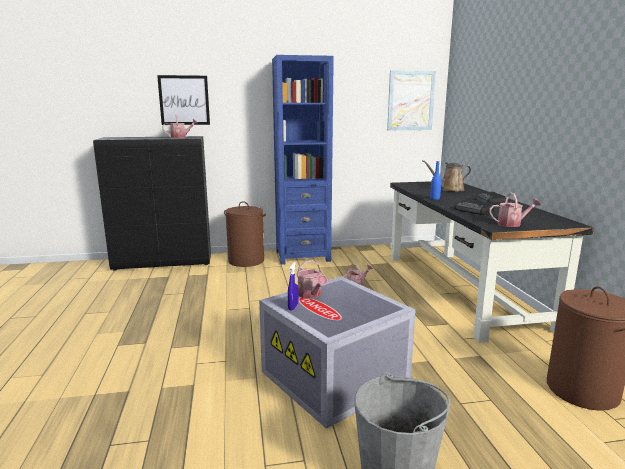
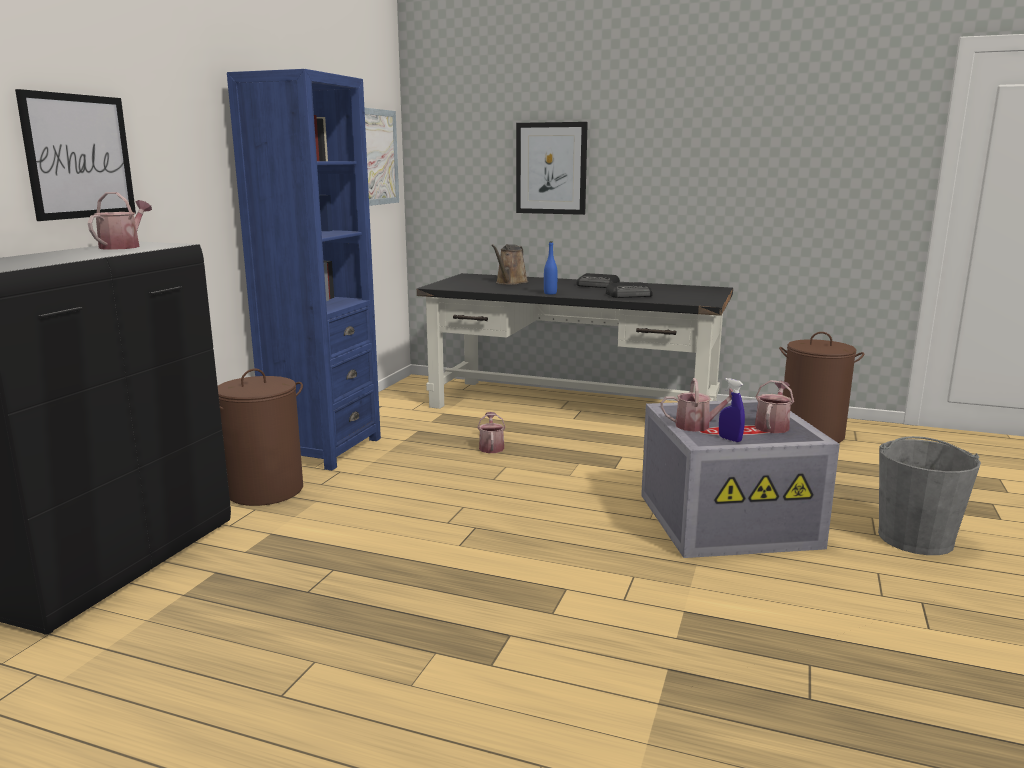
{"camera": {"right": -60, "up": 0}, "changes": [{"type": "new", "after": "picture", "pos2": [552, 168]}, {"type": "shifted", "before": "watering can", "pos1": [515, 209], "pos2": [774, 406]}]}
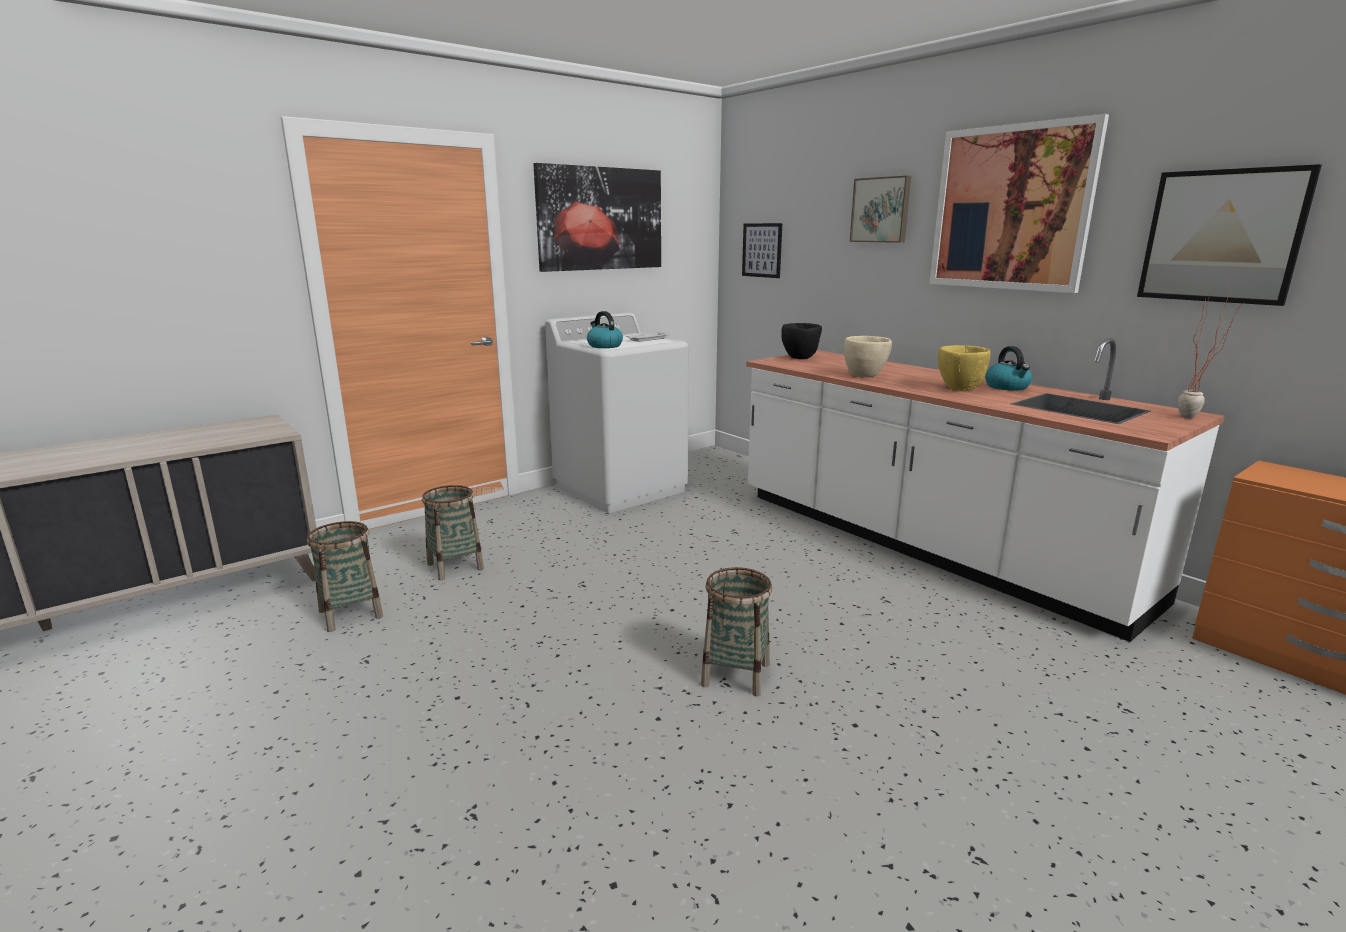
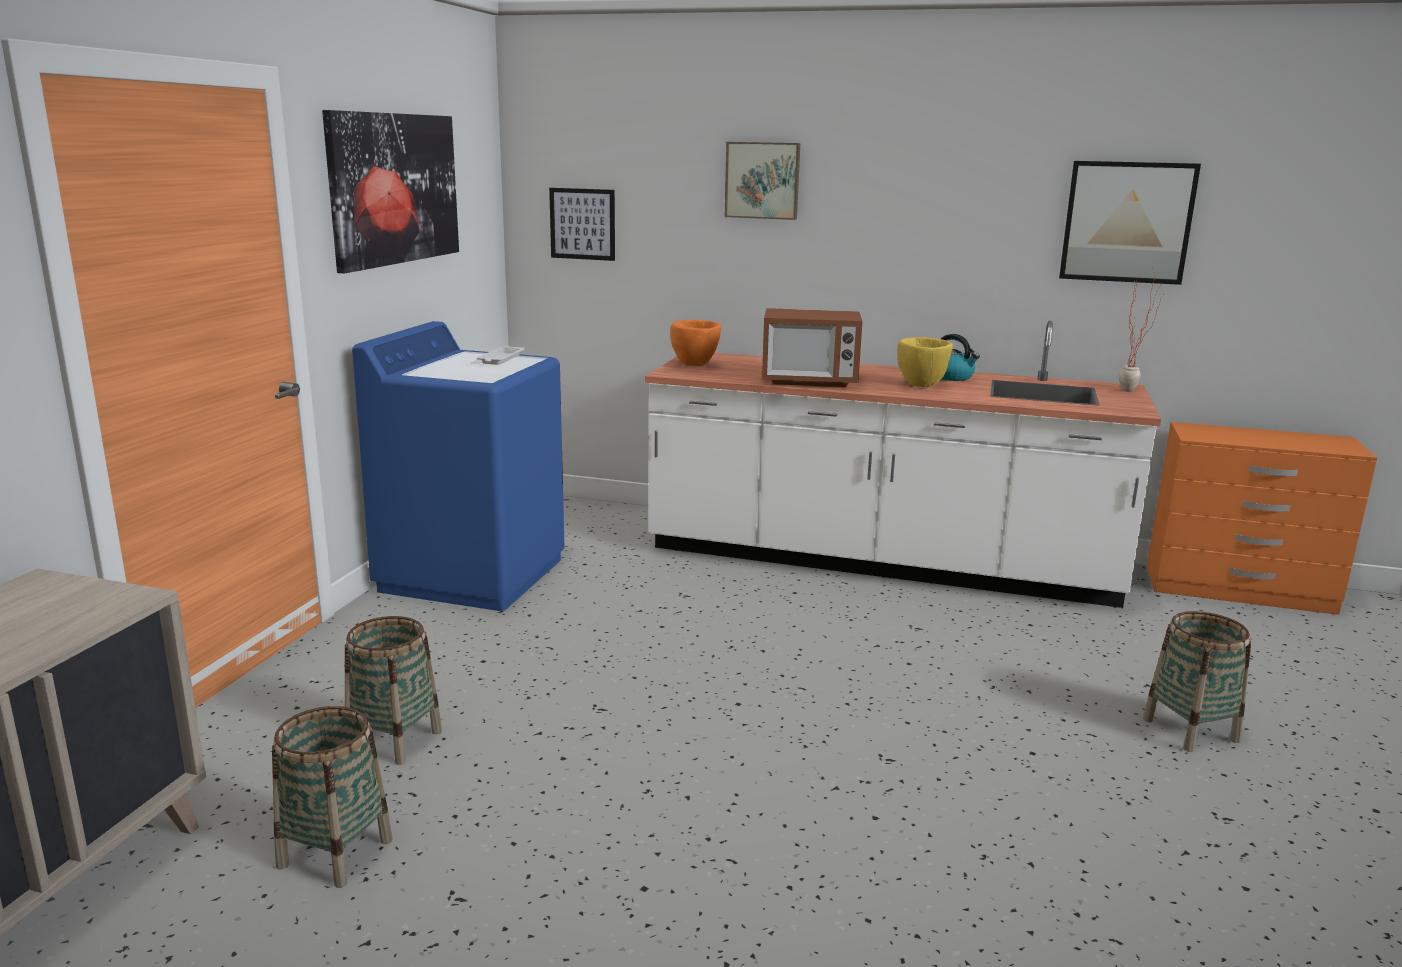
{"camera": {"right": -35, "up": 0}, "changes": [{"type": "gone", "before": "kettle", "pos1": [605, 329]}, {"type": "gone", "before": "picture", "pos1": [1019, 203]}, {"type": "shifted", "before": "basket", "pos1": [736, 631], "pos2": [1197, 681]}, {"type": "swapped", "before": "bowl (beige)", "after": "microwave", "pos1": [868, 356], "pos2": [812, 347]}, {"type": "repainted", "before": "washing machine (white)", "after": "washing machine (blue)", "pos1": [617, 412], "pos2": [458, 466]}, {"type": "repainted", "before": "bowl (black)", "after": "bowl (orange)", "pos1": [801, 341], "pos2": [695, 343]}]}
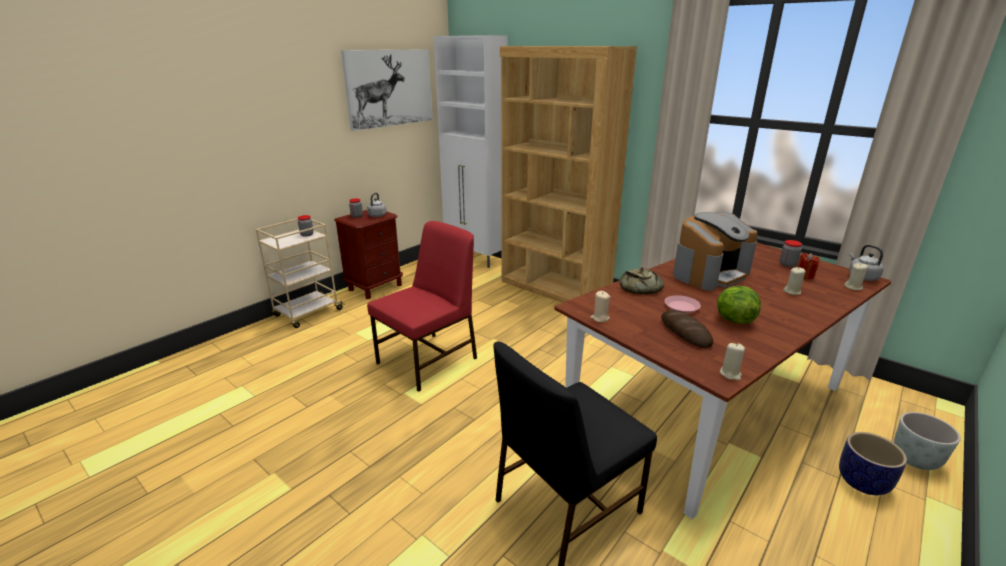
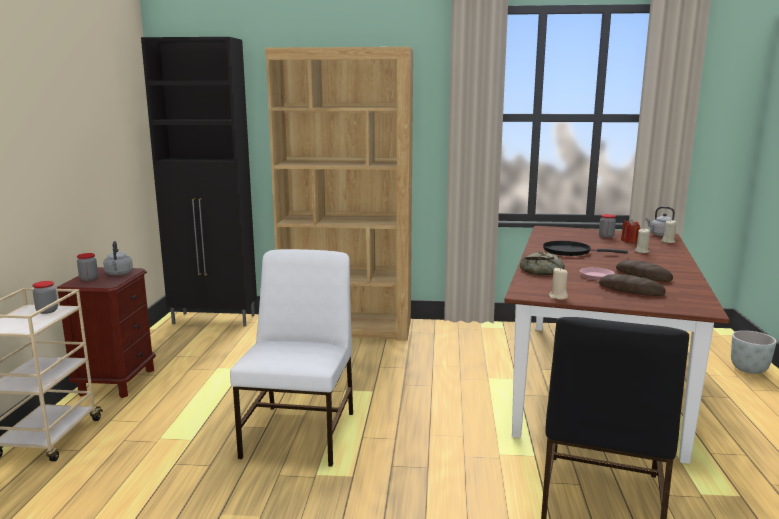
{"camera": {"right": -35, "up": -10}, "changes": [{"type": "gone", "before": "picture", "pos1": [387, 90]}, {"type": "gone", "before": "candle (beige)", "pos1": [732, 361]}, {"type": "gone", "before": "planter", "pos1": [873, 463]}, {"type": "swapped", "before": "coffee machine", "after": "frying pan (black)", "pos1": [715, 251], "pos2": [585, 248]}, {"type": "swapped", "before": "lettuce", "after": "bread", "pos1": [739, 305], "pos2": [644, 271]}, {"type": "repainted", "before": "chair (red)", "after": "chair (white)", "pos1": [422, 306], "pos2": [291, 358]}, {"type": "repainted", "before": "cabinet (white)", "after": "cabinet (black)", "pos1": [471, 151], "pos2": [199, 181]}]}
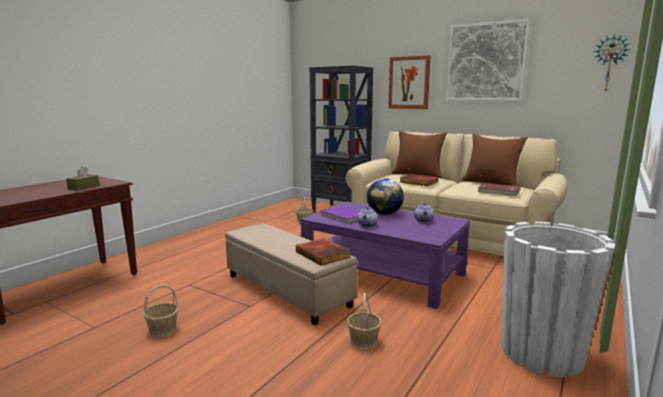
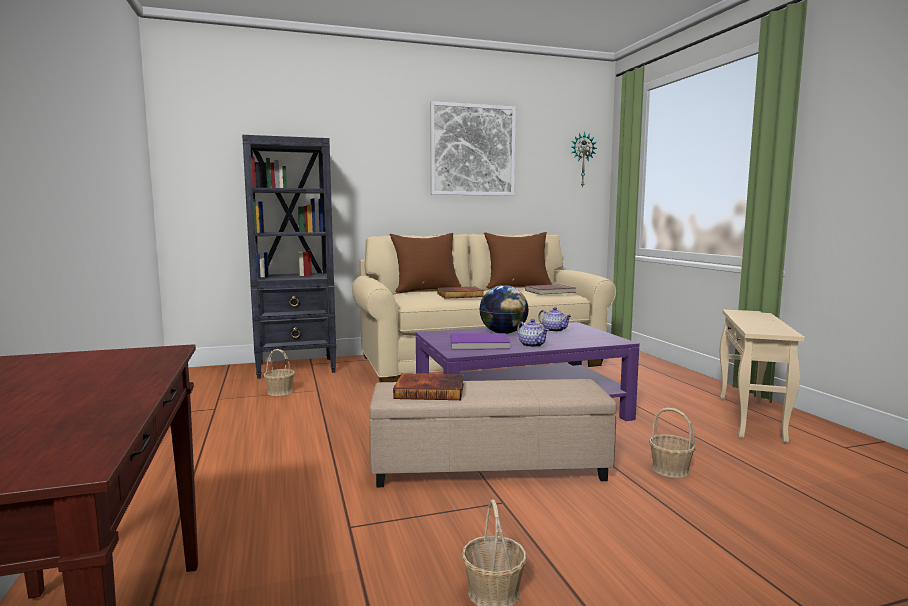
{"camera": {"right": -50, "up": -5}, "changes": [{"type": "gone", "before": "tissue box (brown)", "pos1": [82, 178]}, {"type": "gone", "before": "picture", "pos1": [409, 82]}, {"type": "shifted", "before": "book", "pos1": [323, 252], "pos2": [428, 386]}, {"type": "swapped", "before": "planter (white)", "after": "side table (beige)", "pos1": [558, 299], "pos2": [762, 376]}]}
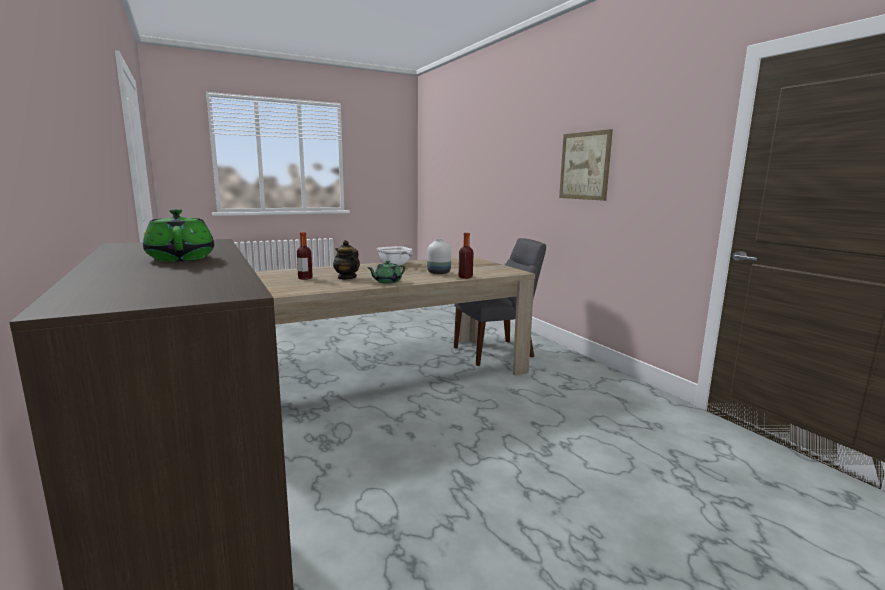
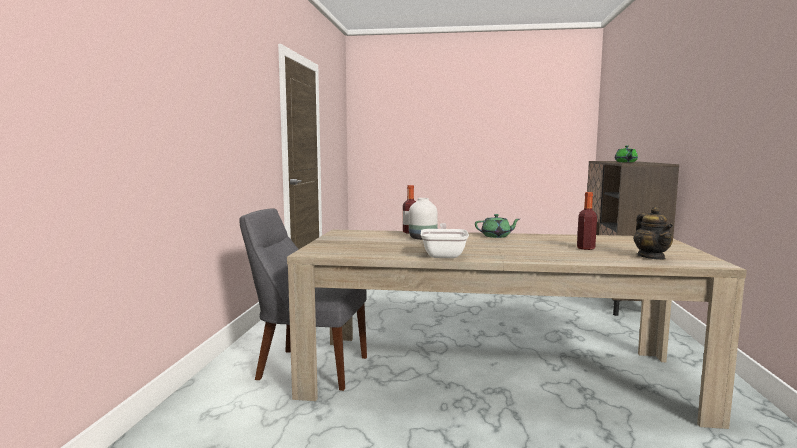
{"camera": {"right": -145, "up": -5}, "changes": [{"type": "gone", "before": "picture", "pos1": [586, 165]}, {"type": "shifted", "before": "teapot", "pos1": [346, 260], "pos2": [653, 233]}]}
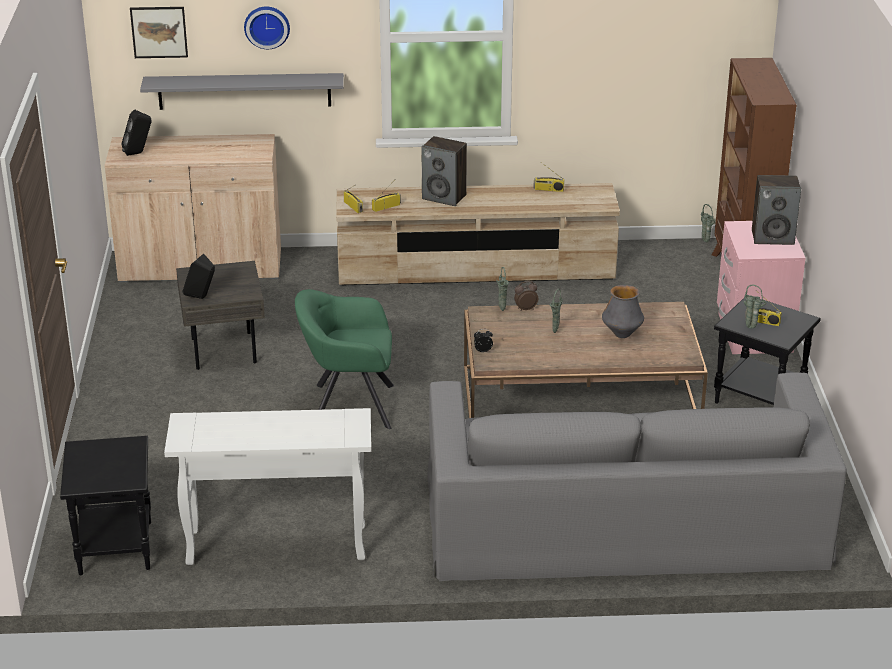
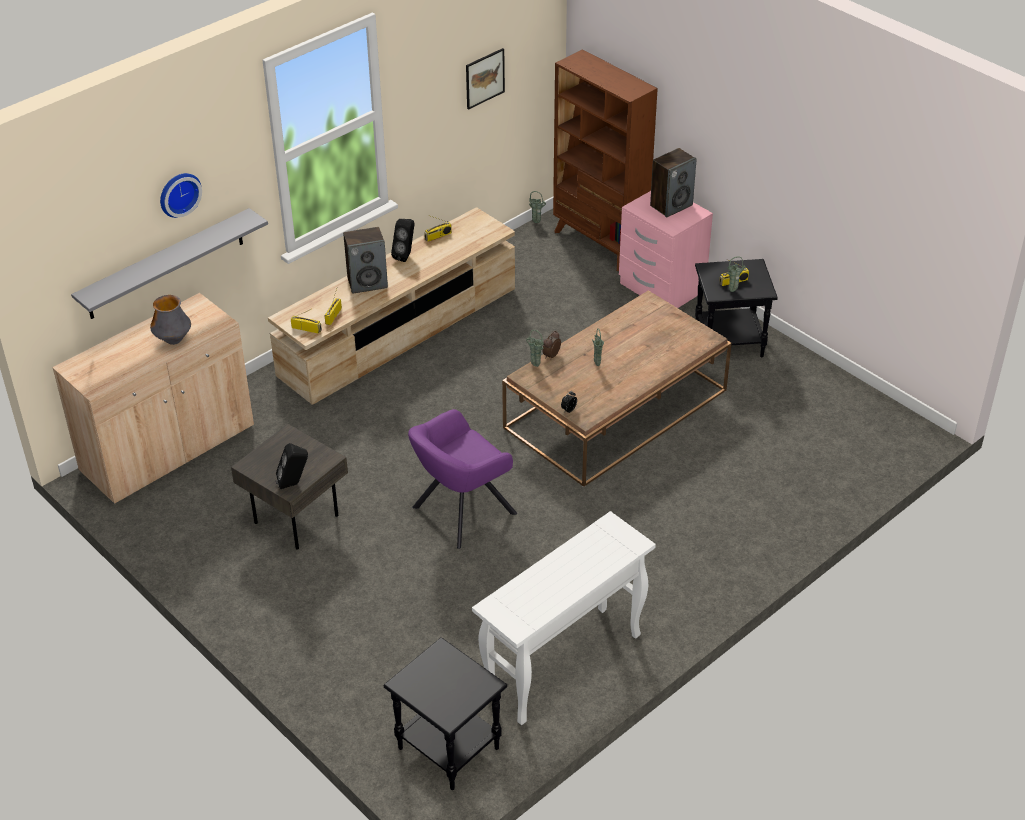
{"camera": {"right": -40, "up": 10}, "changes": [{"type": "gone", "before": "sofa (grey)", "pos1": [637, 476]}, {"type": "shifted", "before": "speaker (black)", "pos1": [136, 133], "pos2": [403, 240]}, {"type": "shifted", "before": "picture", "pos1": [159, 32], "pos2": [485, 78]}, {"type": "shifted", "before": "vase", "pos1": [623, 311], "pos2": [170, 320]}, {"type": "repainted", "before": "armchair (green)", "after": "armchair (purple)", "pos1": [344, 359], "pos2": [462, 479]}]}
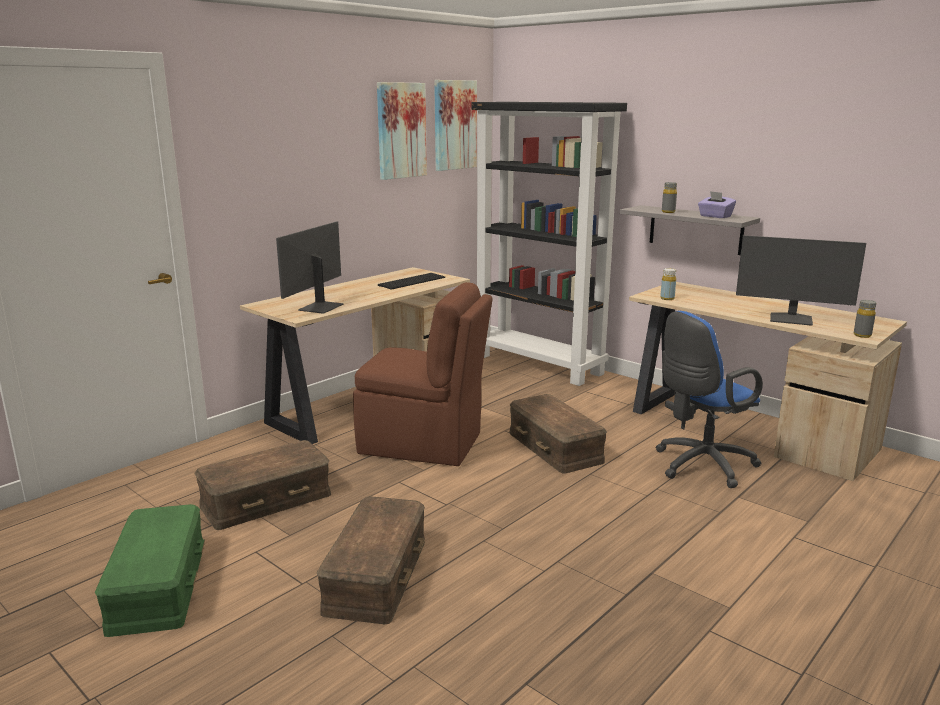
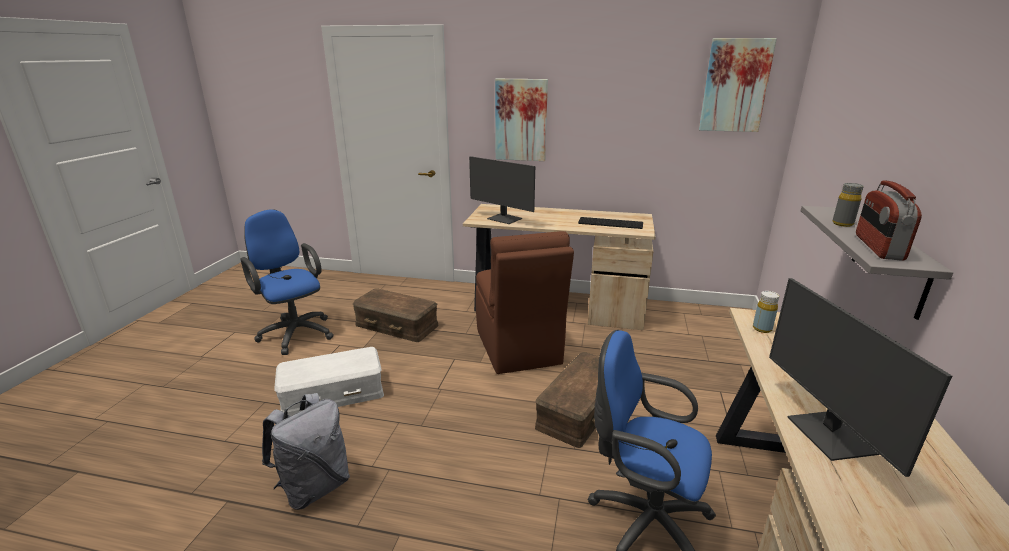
{"camera": {"right": 60, "up": 5}, "changes": [{"type": "gone", "before": "bookcase (black)", "pos1": [549, 244]}, {"type": "gone", "before": "bottle (grey)", "pos1": [865, 319]}, {"type": "new", "after": "backpack (grey)", "pos2": [306, 451]}, {"type": "shifted", "before": "picture", "pos1": [402, 131], "pos2": [521, 120]}, {"type": "swapped", "before": "storage box (green)", "after": "office chair (blue)", "pos1": [150, 570], "pos2": [287, 282]}, {"type": "swapped", "before": "tissue box (purple)", "after": "radio", "pos1": [717, 204], "pos2": [889, 220]}, {"type": "repainted", "before": "storage box (brown)", "after": "storage box (white)", "pos1": [371, 560], "pos2": [329, 381]}, {"type": "rotated", "before": "monitor", "pos1": [309, 267], "pos2": [502, 190], "turn": -135}]}
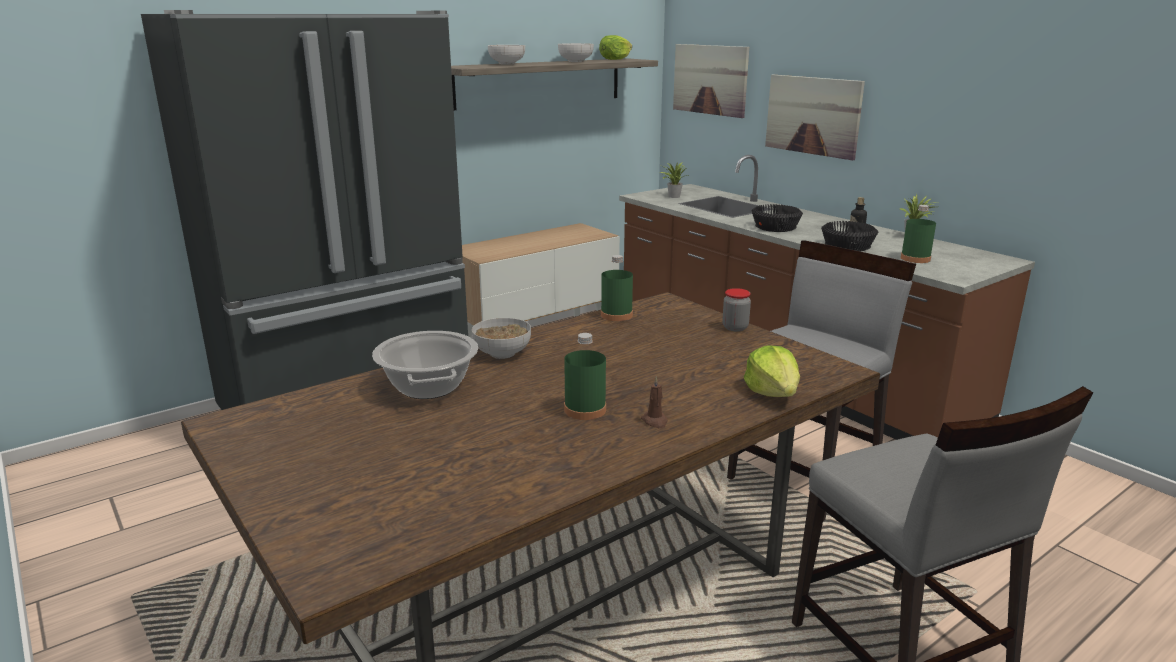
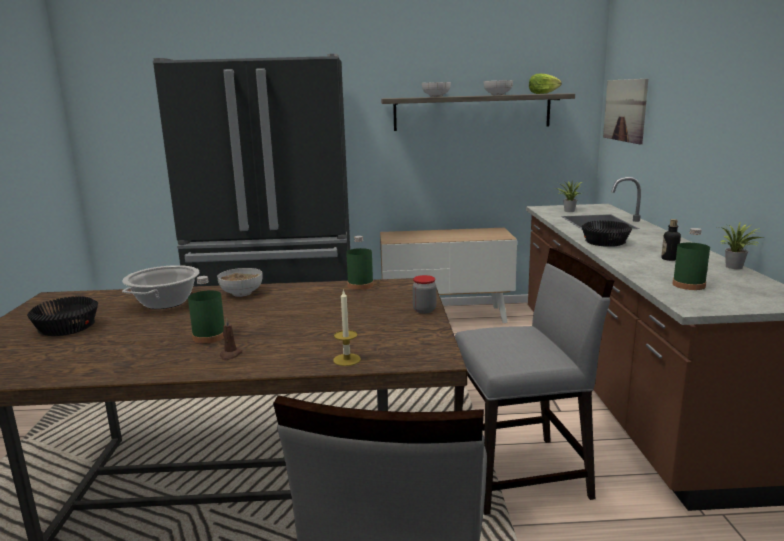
{"camera": {"right": 35, "up": -5}, "changes": [{"type": "gone", "before": "picture", "pos1": [815, 117]}, {"type": "shifted", "before": "bowl (black)", "pos1": [849, 236], "pos2": [62, 316]}, {"type": "swapped", "before": "lettuce", "after": "candle", "pos1": [772, 371], "pos2": [347, 327]}]}
